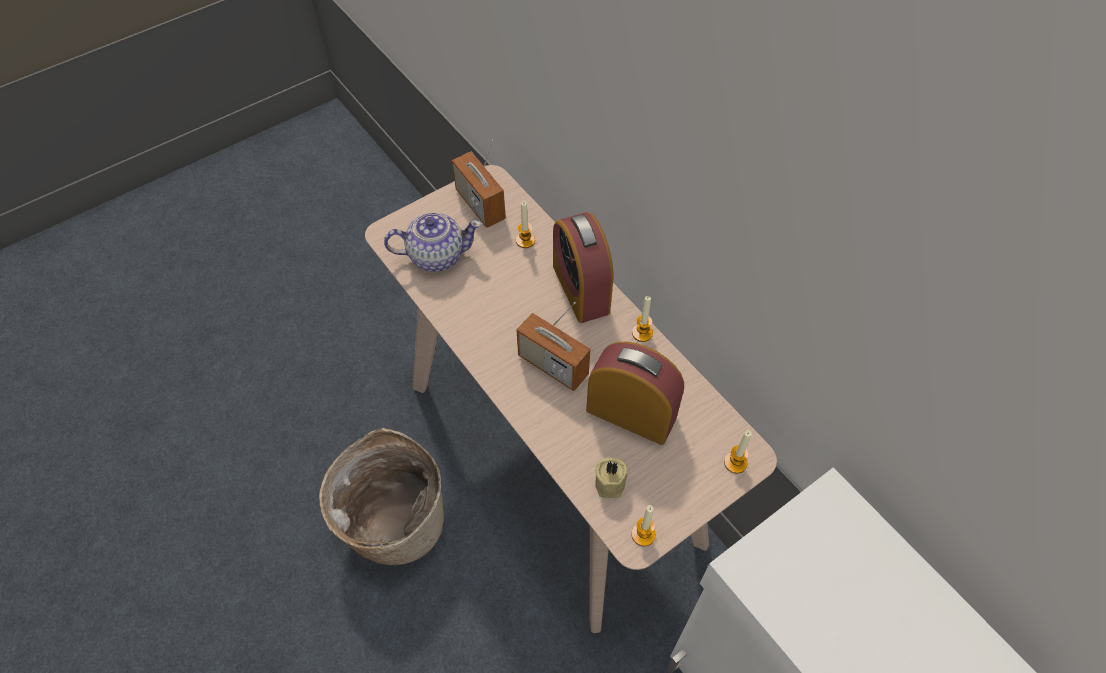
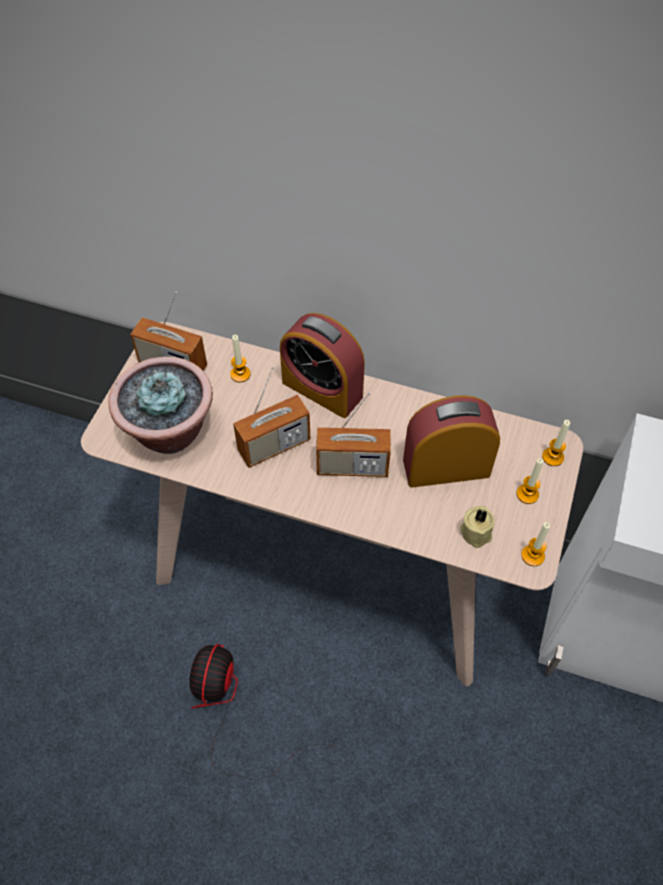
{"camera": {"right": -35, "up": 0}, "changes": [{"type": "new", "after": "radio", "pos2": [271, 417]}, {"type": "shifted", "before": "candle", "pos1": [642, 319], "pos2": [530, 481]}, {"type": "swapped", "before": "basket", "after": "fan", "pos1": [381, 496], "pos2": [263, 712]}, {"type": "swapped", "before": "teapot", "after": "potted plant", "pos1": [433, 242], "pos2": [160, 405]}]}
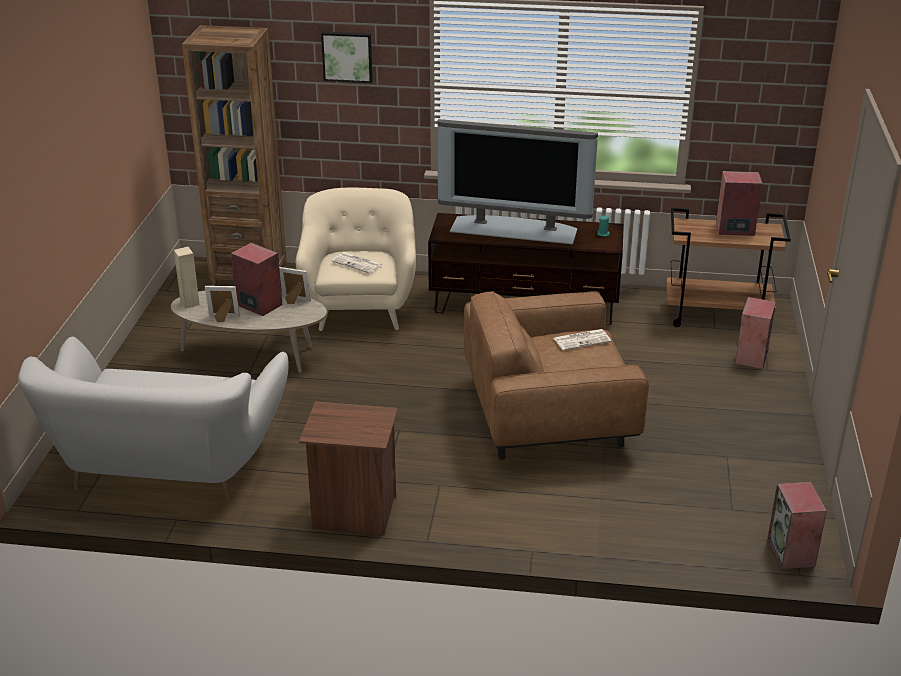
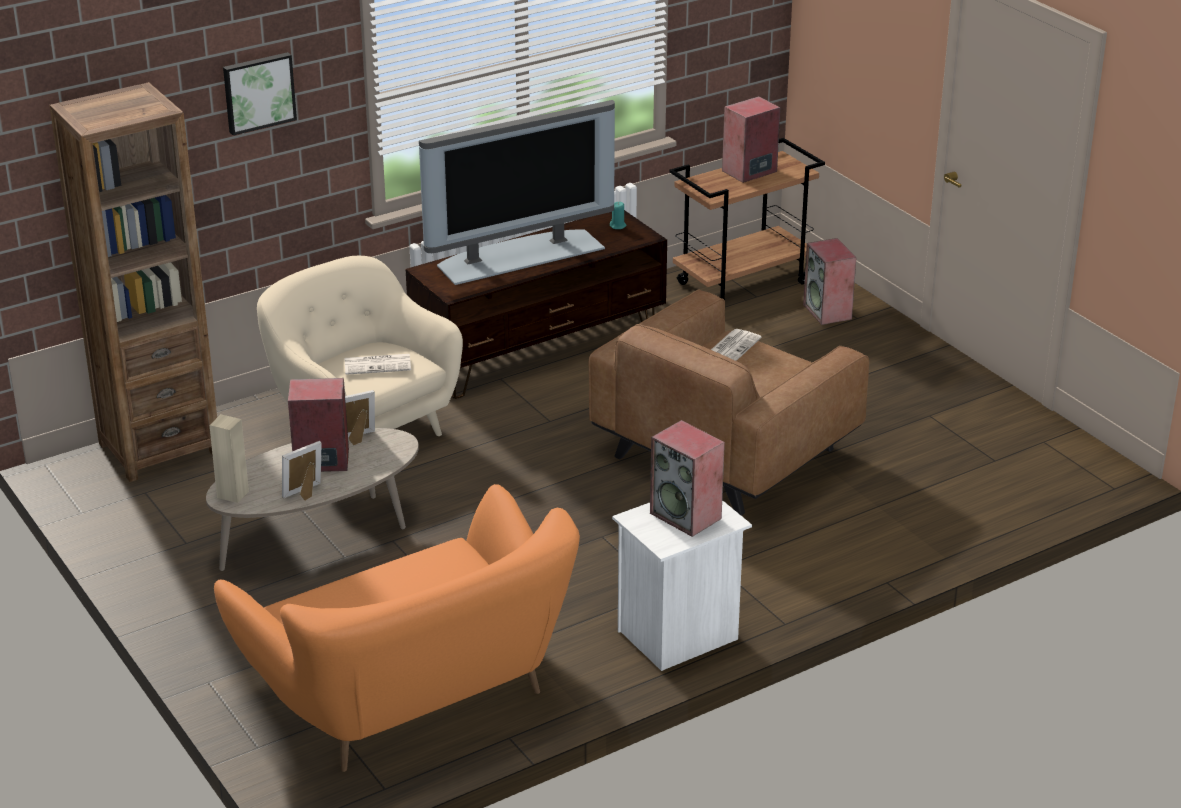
{"camera": {"right": -40, "up": 0}, "changes": [{"type": "shifted", "before": "speaker", "pos1": [797, 526], "pos2": [687, 478]}, {"type": "repainted", "before": "sofa (white)", "after": "sofa (orange)", "pos1": [153, 420], "pos2": [397, 628]}, {"type": "repainted", "before": "nightstand (brown)", "after": "nightstand (white)", "pos1": [348, 468], "pos2": [682, 585]}]}
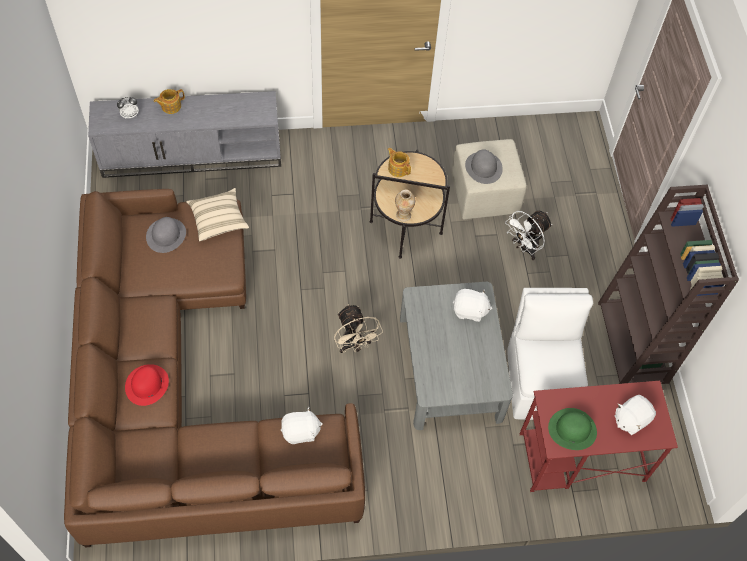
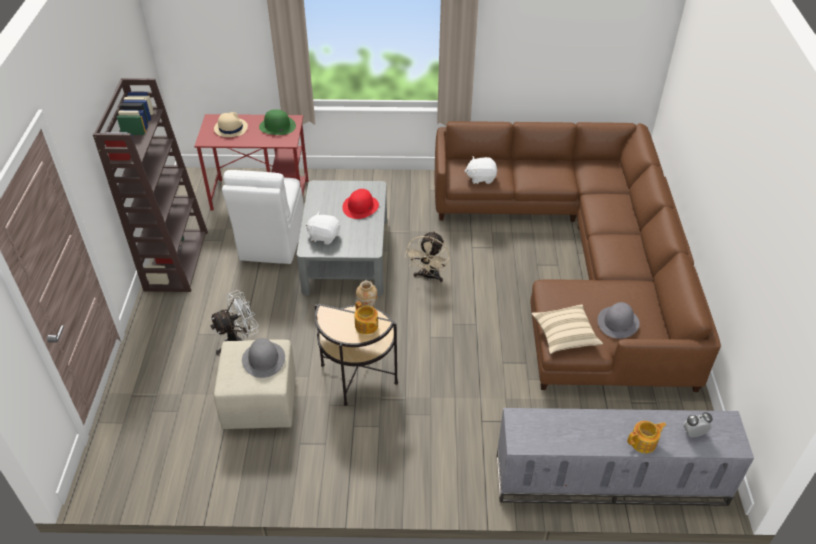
{"camera": {"right": -170, "up": -15}, "changes": [{"type": "shifted", "before": "hat (red)", "pos1": [147, 385], "pos2": [360, 204]}, {"type": "swapped", "before": "plush toy (white)", "after": "hat (beige)", "pos1": [635, 415], "pos2": [231, 124]}, {"type": "rotated", "before": "fan (beige)", "pos1": [358, 328], "pos2": [427, 256], "turn": -150}]}
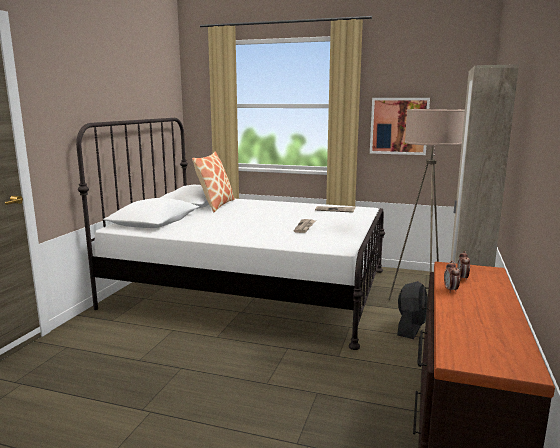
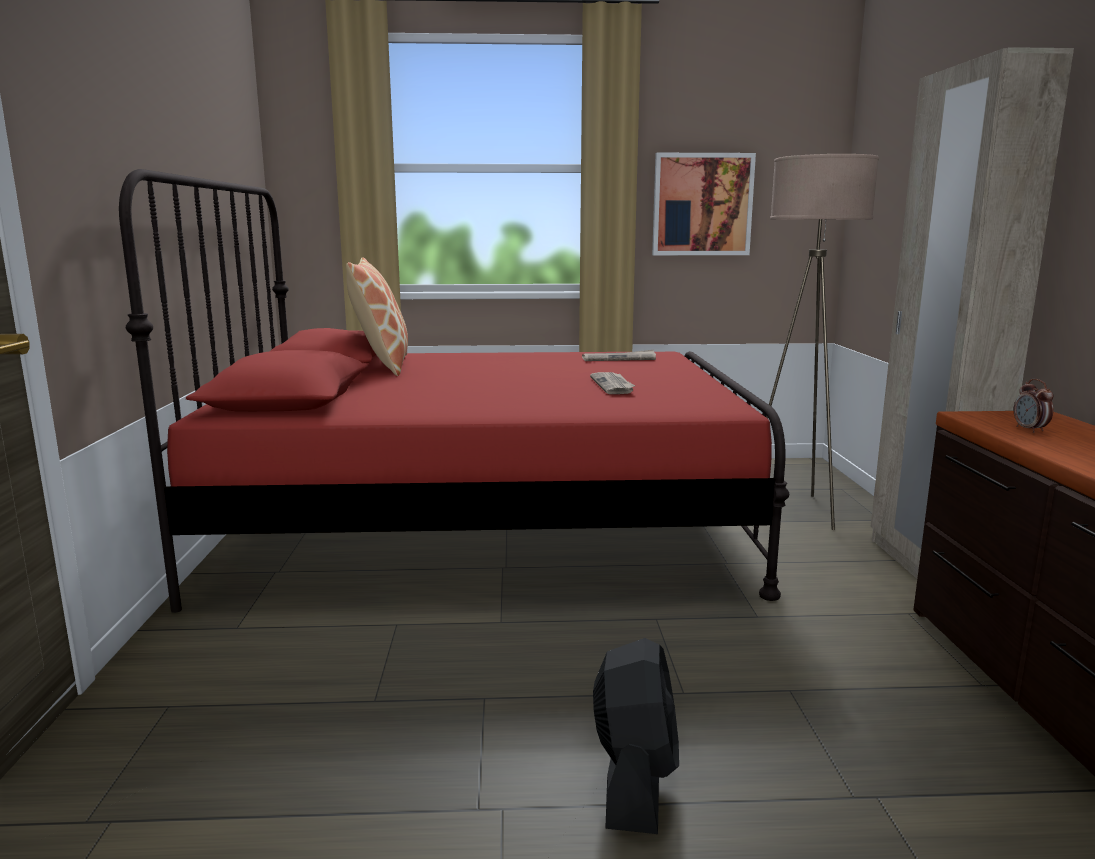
{"camera": {"right": -20, "up": 0}, "changes": [{"type": "gone", "before": "alarm clock", "pos1": [452, 277]}, {"type": "shifted", "before": "fan (black)", "pos1": [412, 310], "pos2": [636, 736]}, {"type": "repainted", "before": "bed (white)", "after": "bed (red)", "pos1": [230, 234], "pos2": [454, 391]}]}
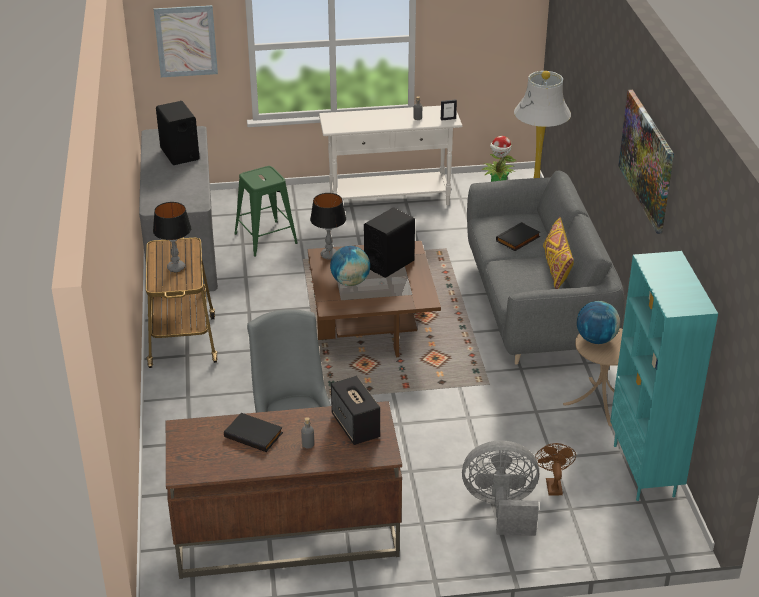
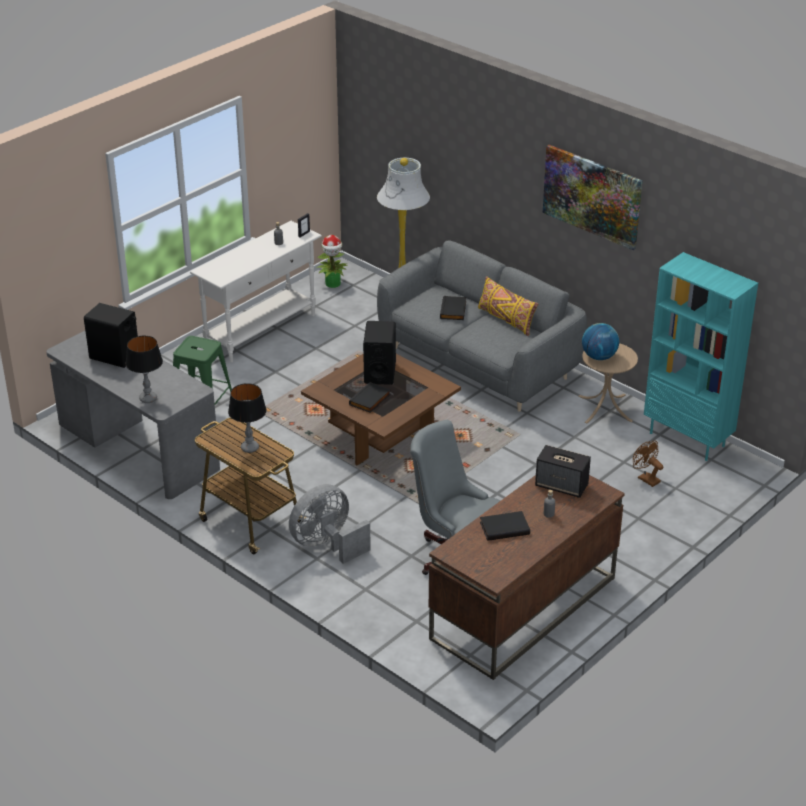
{"camera": {"right": -40, "up": 0}, "changes": [{"type": "gone", "before": "picture", "pos1": [186, 41]}, {"type": "shifted", "before": "table lamp", "pos1": [328, 226], "pos2": [144, 369]}, {"type": "shifted", "before": "fan (grey)", "pos1": [500, 488], "pos2": [330, 524]}, {"type": "swapped", "before": "globe", "after": "book (black)", "pos1": [350, 266], "pos2": [370, 397]}]}
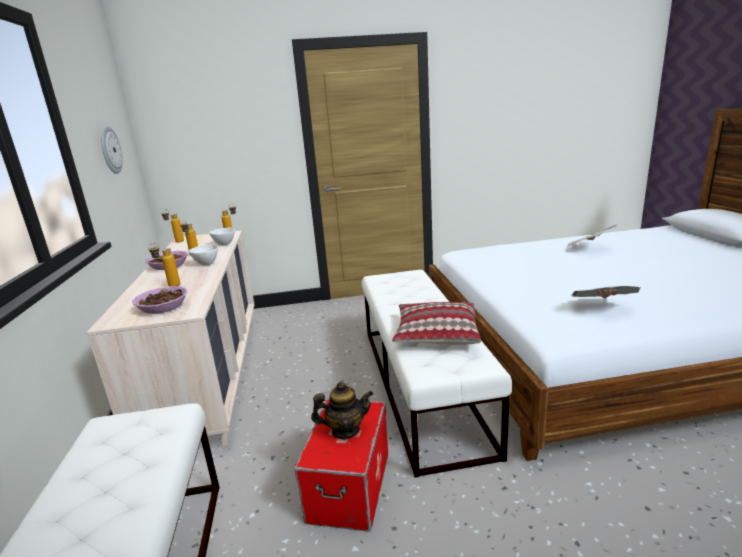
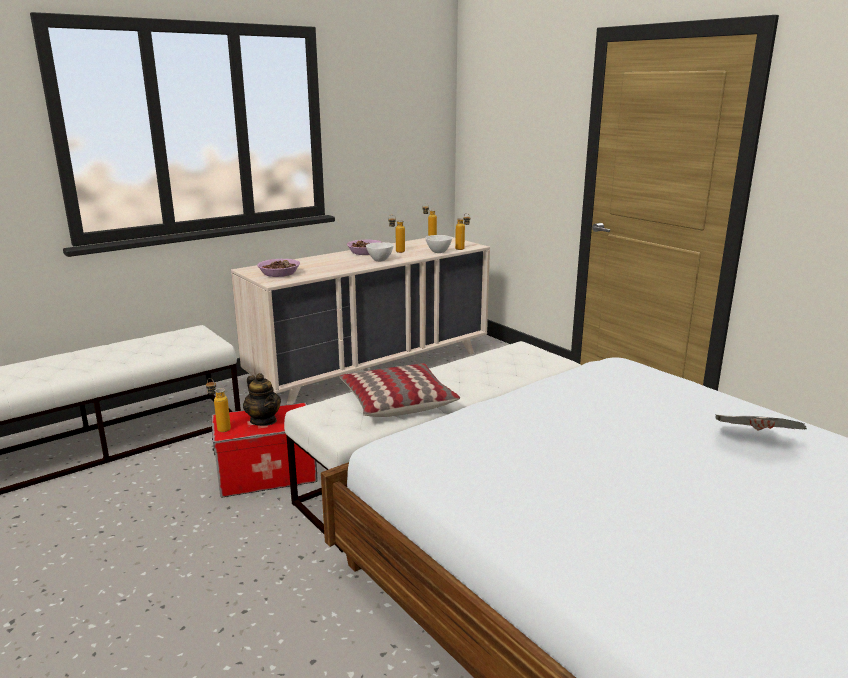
{"camera": {"right": 60, "up": 0}, "changes": [{"type": "gone", "before": "wall clock", "pos1": [112, 150]}, {"type": "gone", "before": "newspaper", "pos1": [605, 292]}, {"type": "shifted", "before": "bottle", "pos1": [164, 264], "pos2": [218, 405]}]}
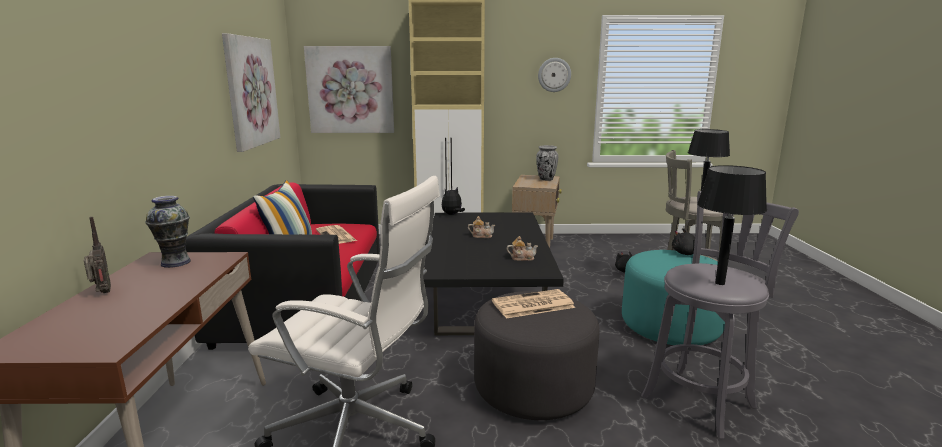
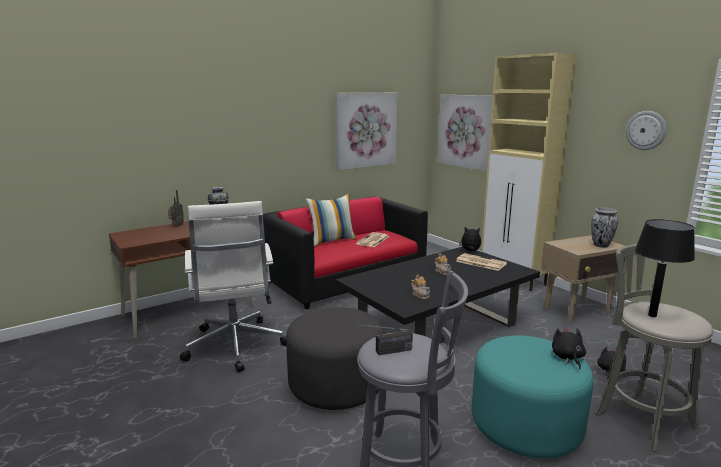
{"camera": {"right": 55, "up": 0}, "changes": [{"type": "shifted", "before": "newspaper", "pos1": [533, 303], "pos2": [481, 262]}, {"type": "swapped", "before": "table lamp (black)", "after": "radio", "pos1": [732, 225], "pos2": [385, 339]}]}
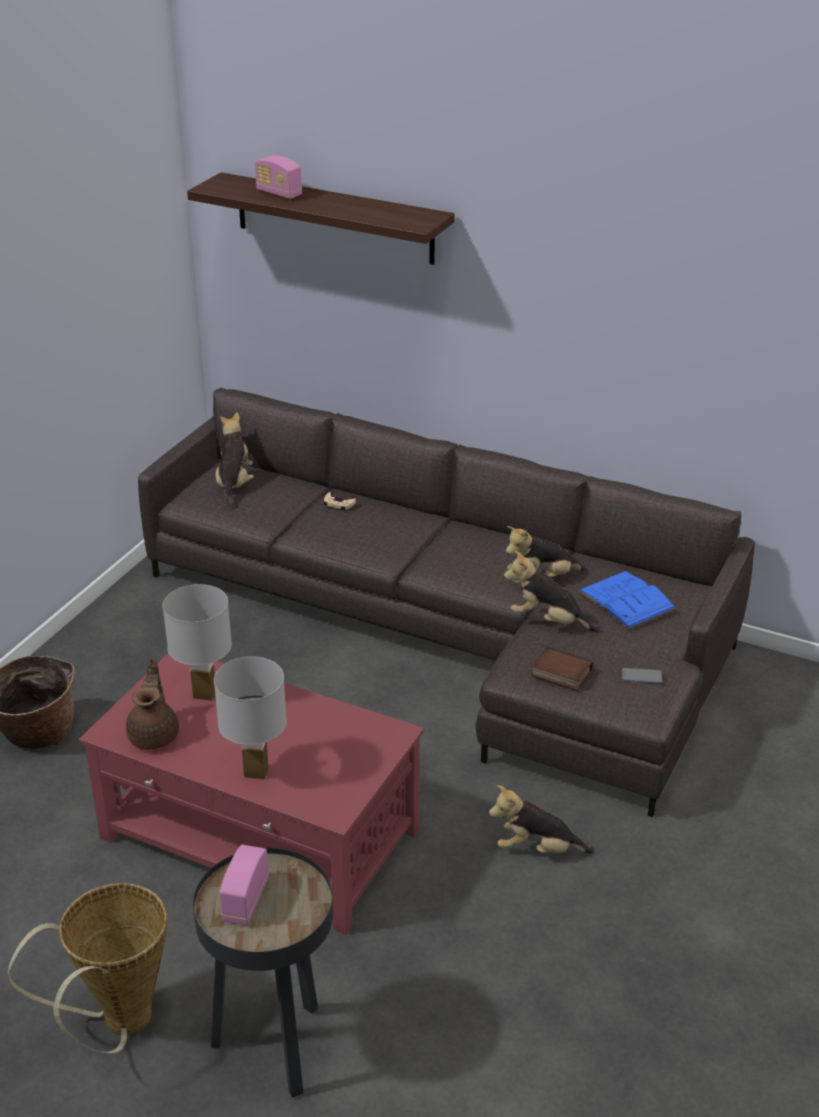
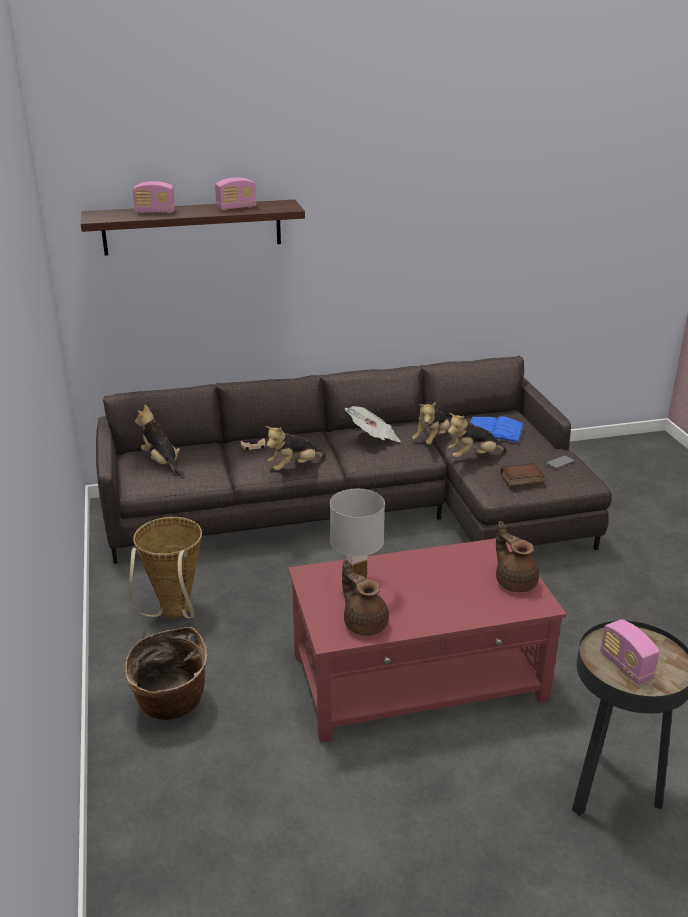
{"camera": {"right": -40, "up": -5}, "changes": [{"type": "gone", "before": "table lamp (white)", "pos1": [250, 718]}, {"type": "new", "after": "radio", "pos2": [235, 193]}, {"type": "new", "after": "newspaper", "pos2": [373, 424]}, {"type": "new", "after": "teapot (brown)", "pos2": [517, 556]}, {"type": "shifted", "before": "basket", "pos1": [87, 968], "pos2": [165, 567]}, {"type": "shifted", "before": "plush toy", "pos1": [542, 819], "pos2": [295, 448]}]}
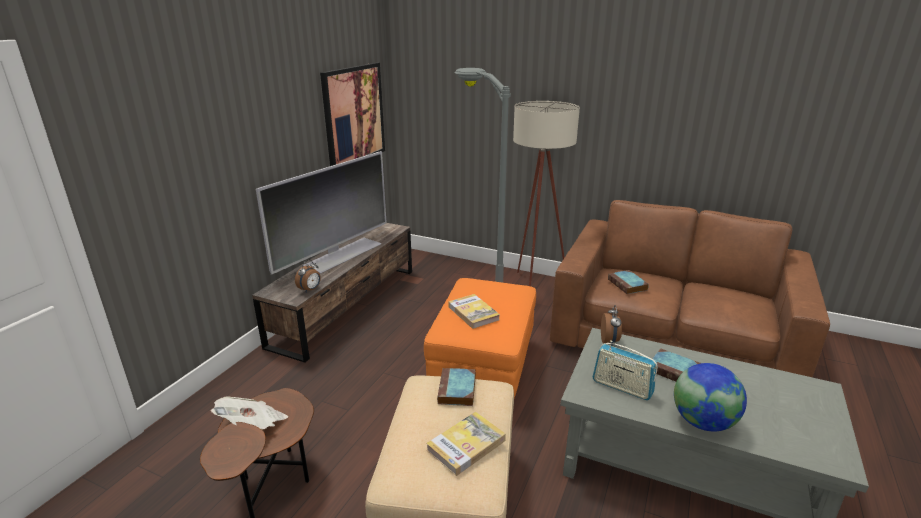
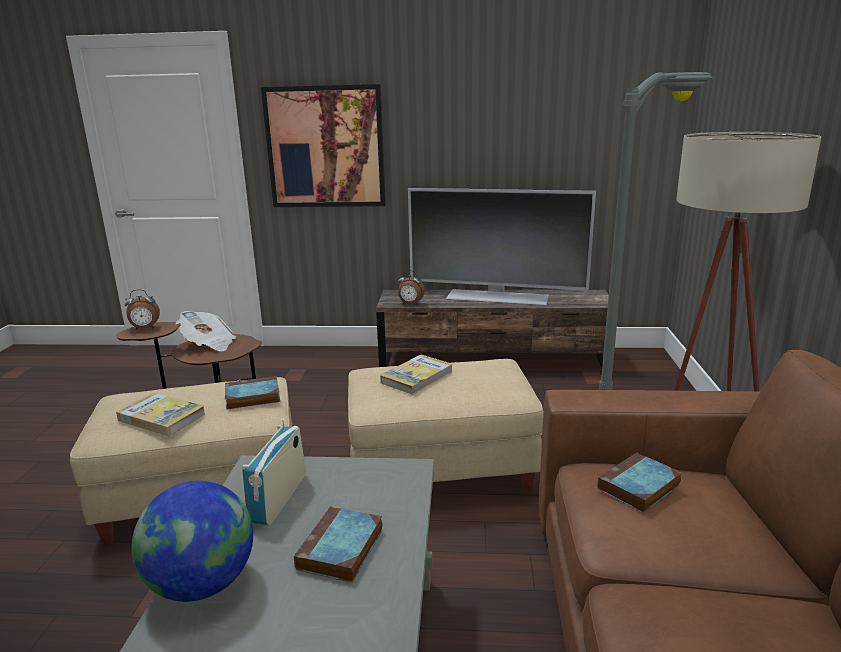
{"camera": {"right": 70, "up": -5}, "changes": [{"type": "shifted", "before": "picture", "pos1": [352, 114], "pos2": [323, 145]}, {"type": "shifted", "before": "alarm clock", "pos1": [611, 325], "pos2": [142, 309]}, {"type": "repainted", "before": "ottoman (orange)", "after": "ottoman (beige)", "pos1": [480, 338], "pos2": [445, 426]}]}
